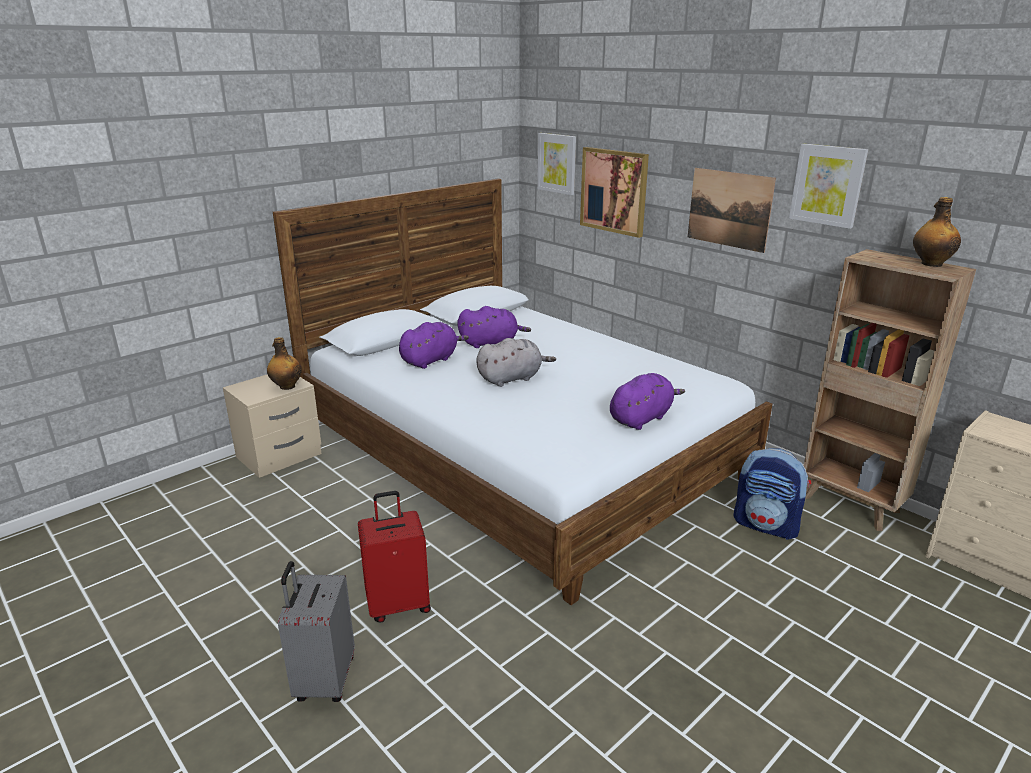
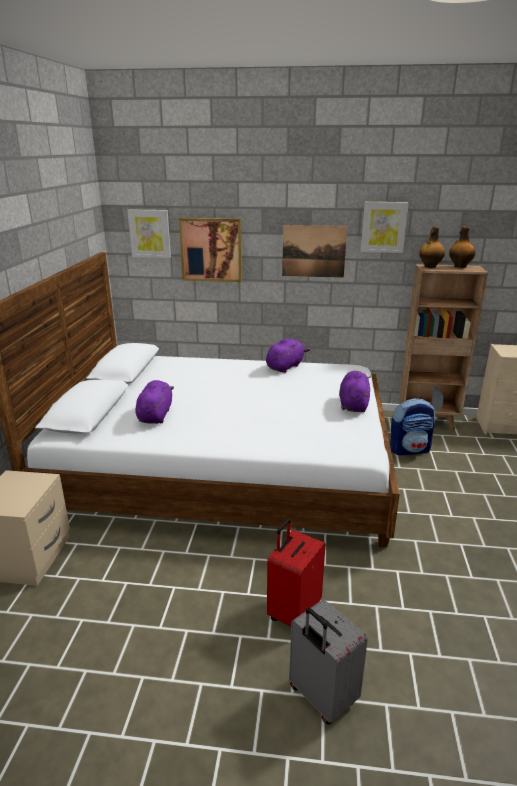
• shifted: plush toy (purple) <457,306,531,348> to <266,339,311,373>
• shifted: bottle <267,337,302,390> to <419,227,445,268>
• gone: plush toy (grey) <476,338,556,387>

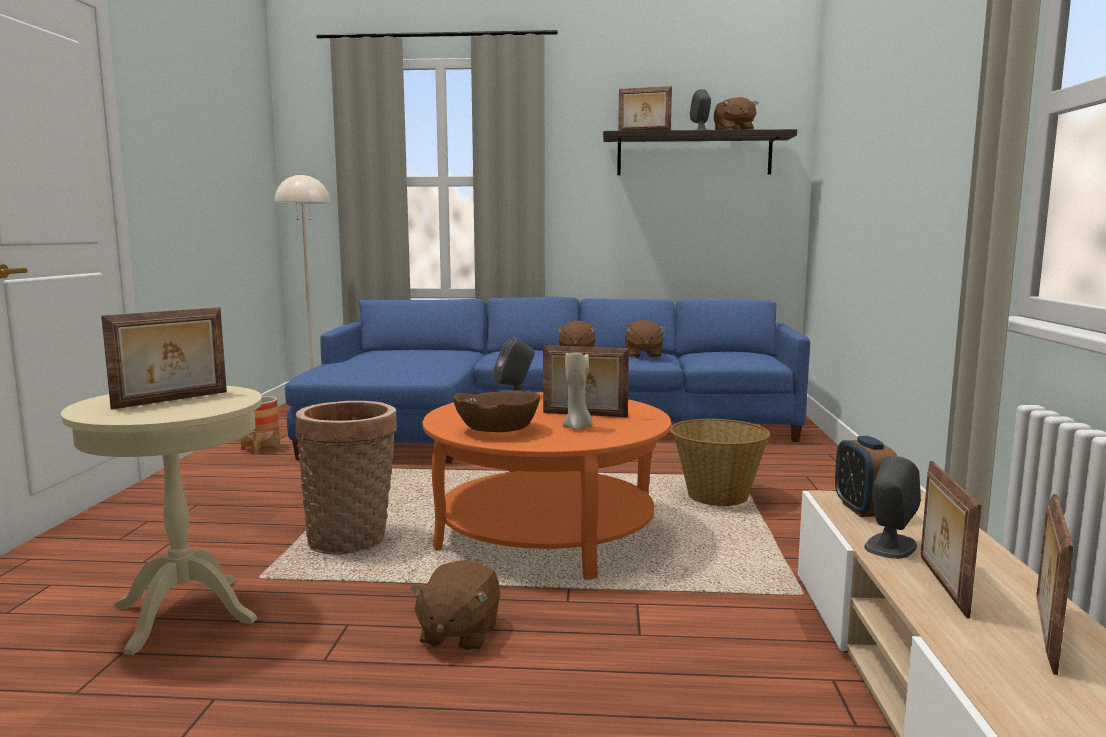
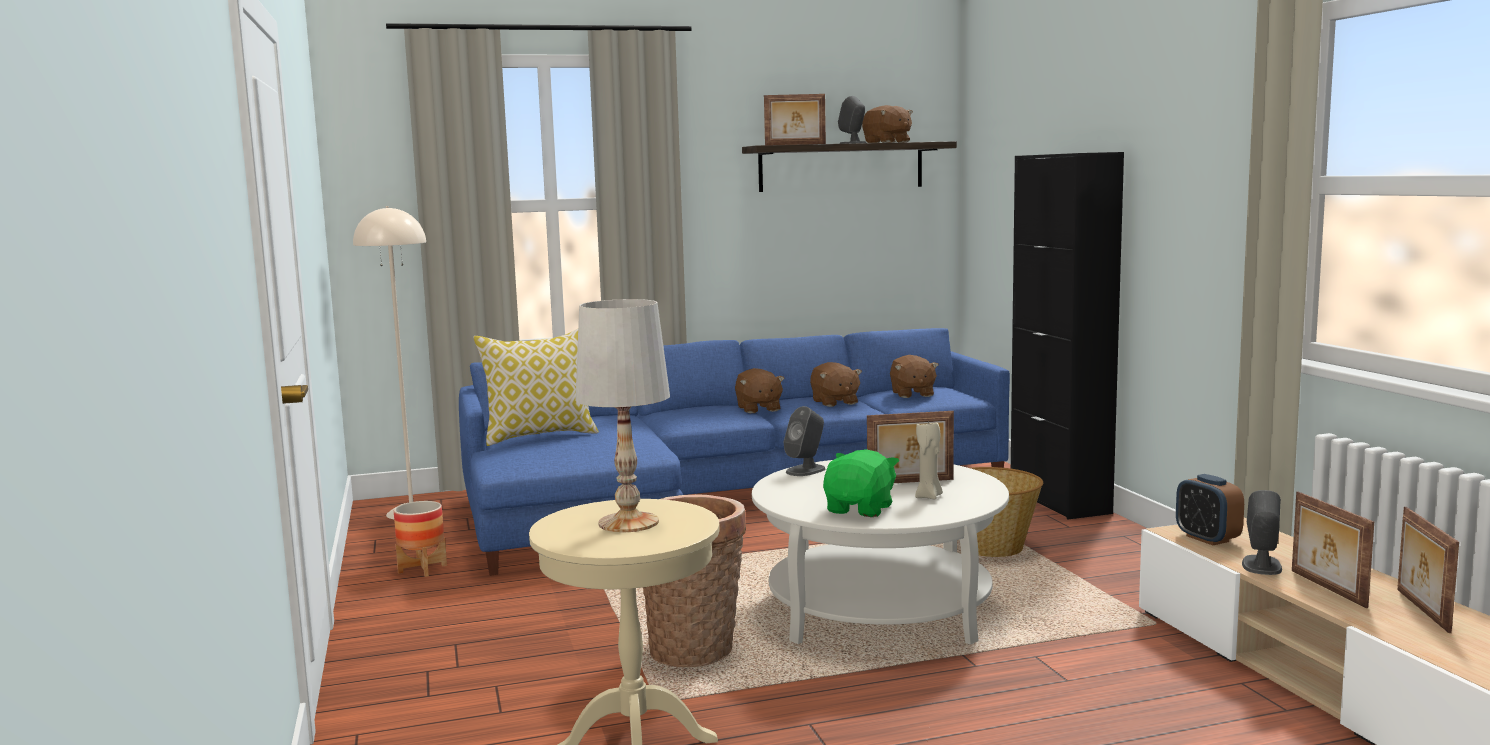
• new: pillow <473,329,599,446>
• swapped: picture frame <101,307,227,410> to table lamp (white) <575,299,670,532>
• repainted: coffee table (orange) <423,392,671,580> to coffee table (white) <752,460,1009,645>
• swapped: bowl (brown) <453,390,540,432> to plush toy (green) <823,449,899,517>
• shifted: plush toy (brown) <410,560,500,652> to <890,355,939,398>
• new: cabinet (black) <1011,152,1124,519>

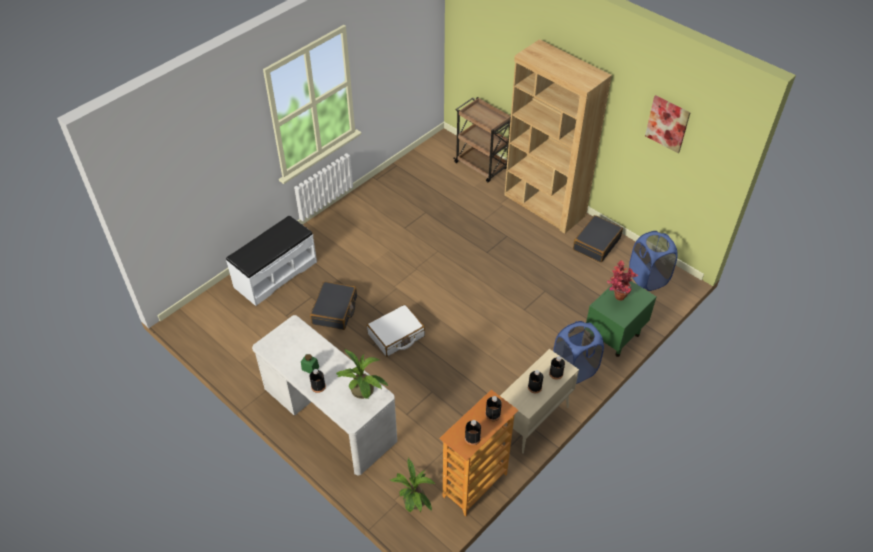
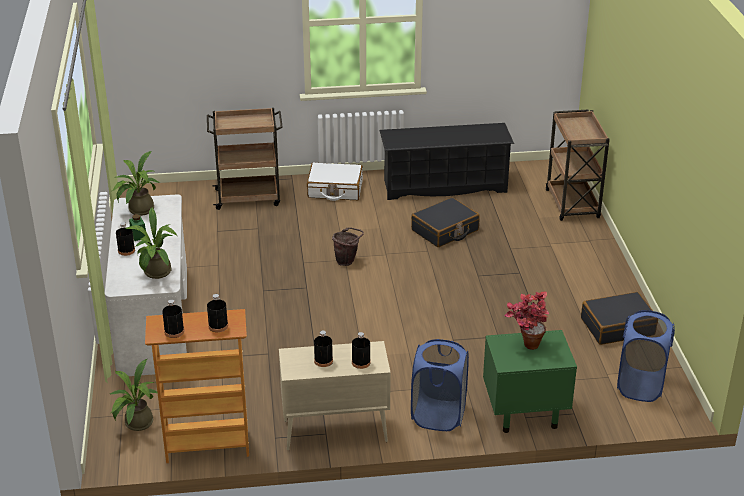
• new: potted plant <112,151,159,216>
• swapped: bench (white) <226,215,317,306> to cart (brown) <207,108,283,210>
• shifted: suitcase (white) <367,304,425,356> to <307,162,363,201>
• new: bucket (brown) <332,227,364,266>
• new: shoe rack (black) <380,123,514,200>
• shifted: suitcase (black) <310,281,357,330> to <411,197,480,247>
• gone: bookcase (brown) <504,39,612,234>
• gone: picture <645,95,691,153>

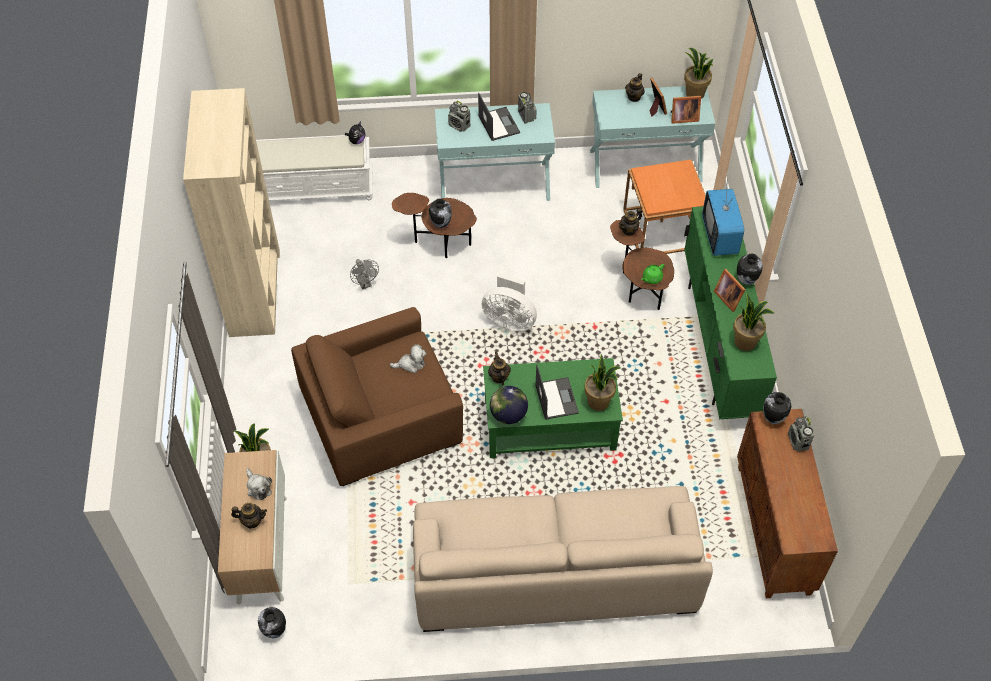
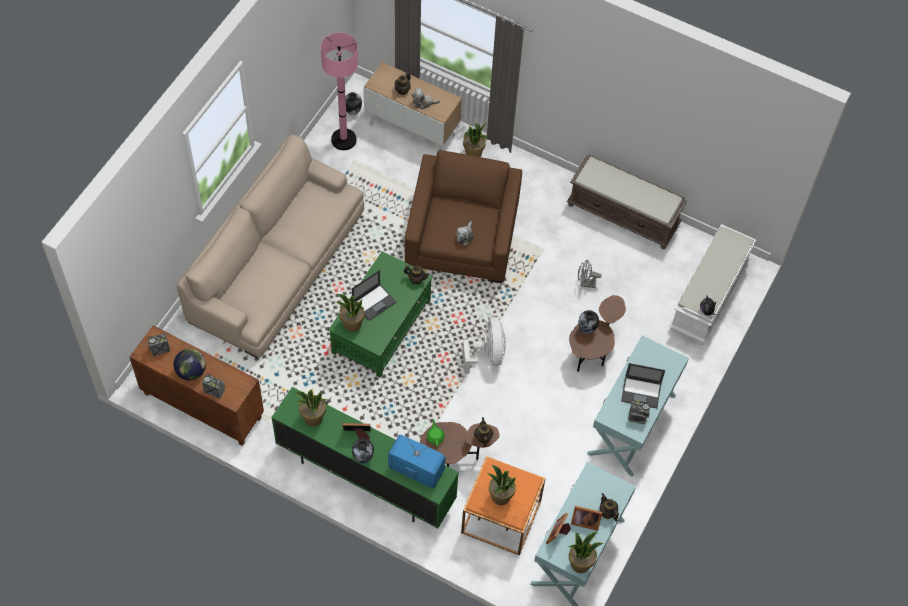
• shifted: radio <448,100,470,132> to <148,333,170,356>
• shifted: globe <490,386,528,424> to <174,349,206,380>
• new: floor lamp (pink) <321,33,358,150>
• rotated: laptop <535,364,579,420> = <352,270,396,321> 60 degrees counterclockwise
• rotated: fan (white) <482,273,537,331> = <462,317,506,374> 120 degrees clockwise
• new: potted plant <487,465,516,505>
• swapped: bookcase (beige) <183,88,280,337> to bench (brown) <567,154,687,249>
• gone: vase <763,392,792,424>

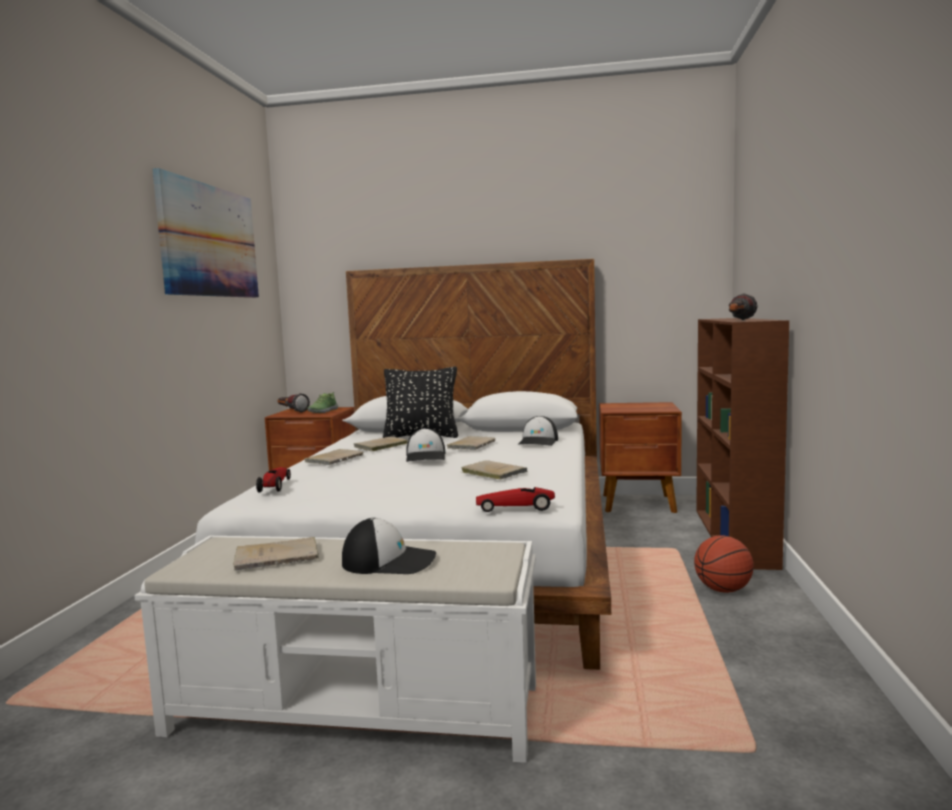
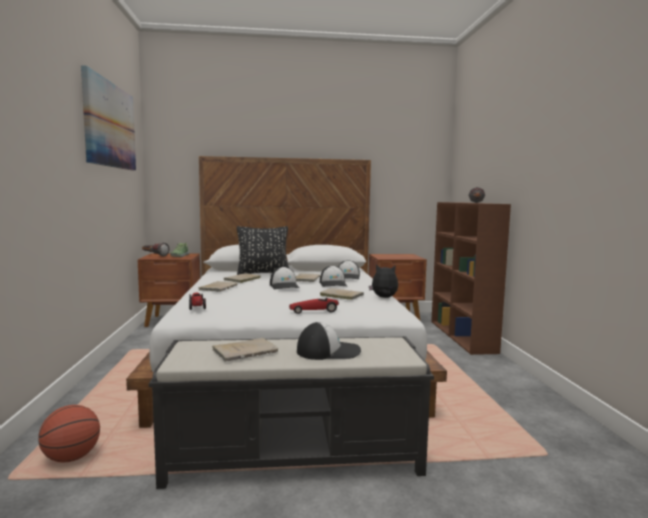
• shifted: basketball <694,536,754,593> to <38,405,100,463>
• repainted: bench (white) <134,535,536,763> to bench (black) <149,336,434,489>
• shifted: toy car <476,487,555,512> to <289,298,339,314>
• new: cap <320,265,347,287>
• new: plush toy <369,264,398,298>

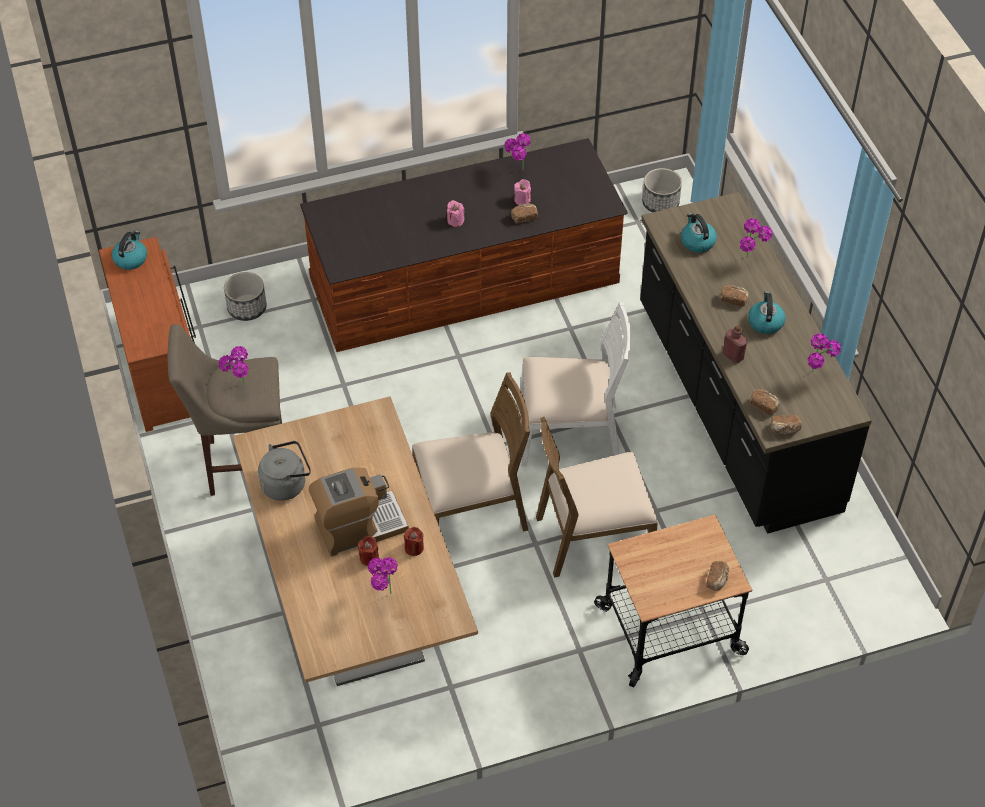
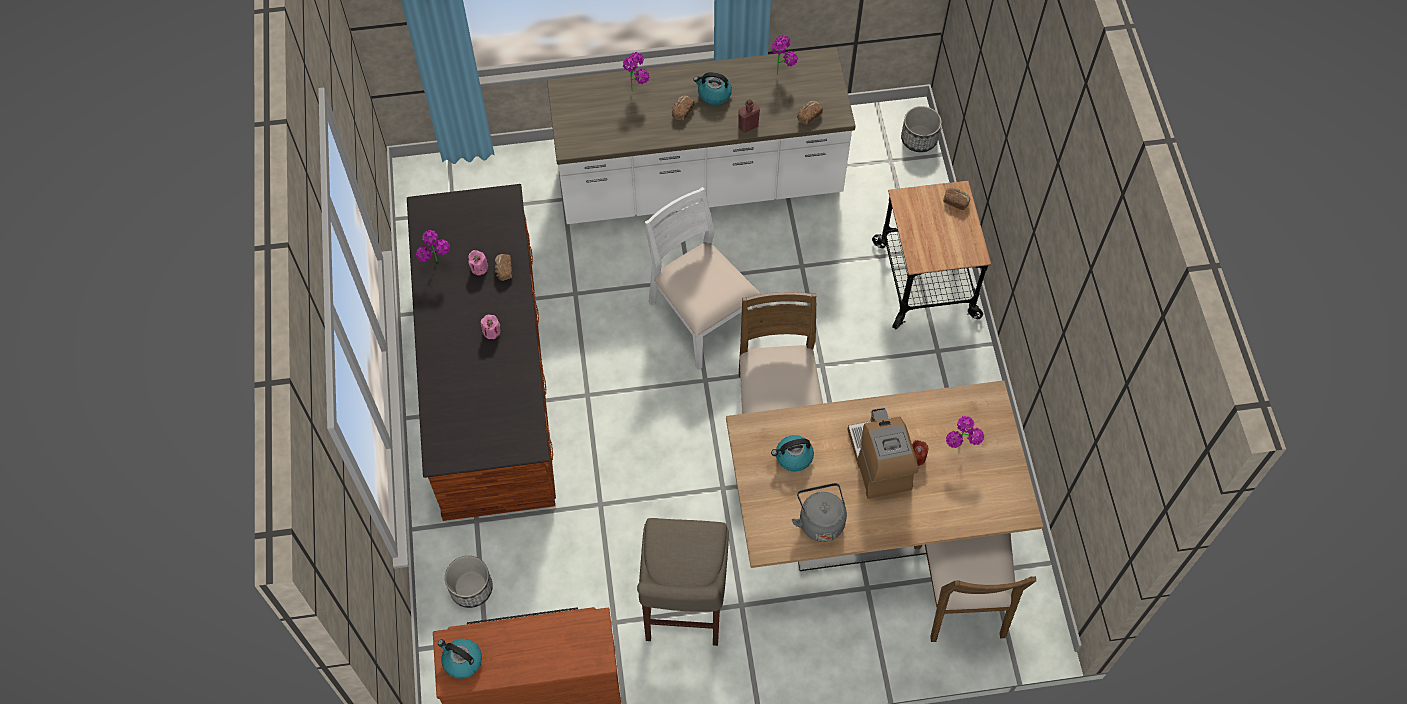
• repainted: counter (black) <640,192,872,534> to counter (white) <547,47,856,224>
• rotated: chair (white) <520,302,631,466> = <644,187,761,370> 45 degrees counterclockwise
• shifted: kettle <681,213,717,253> to <771,435,814,472>
• shifted: planter <642,168,682,212> to <901,106,942,152>
• shifted: chair (brown) <536,417,658,578> to <914,533,1036,642>
• gone: potted plant <218,346,249,384>
• gone: candle (red) <404,527,424,556>
• gone: bread <771,414,802,434>

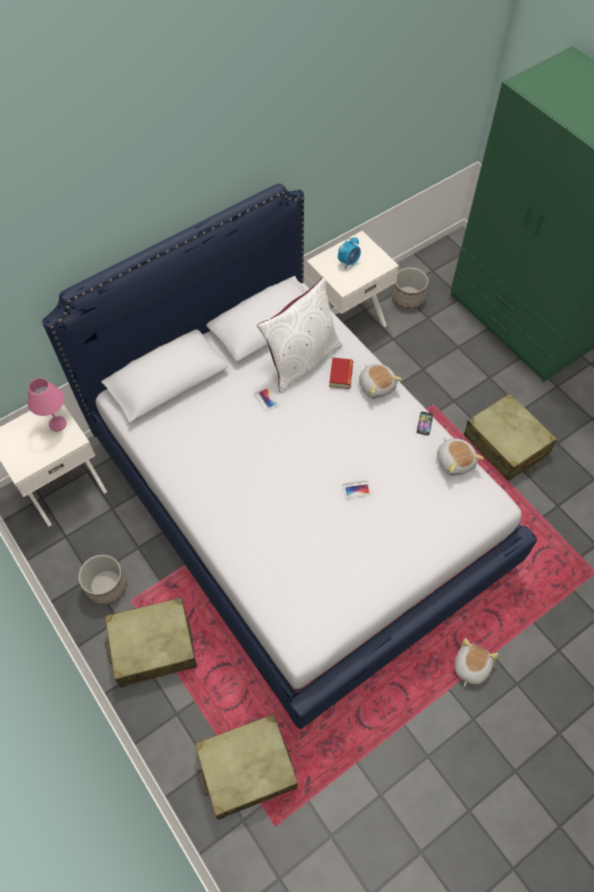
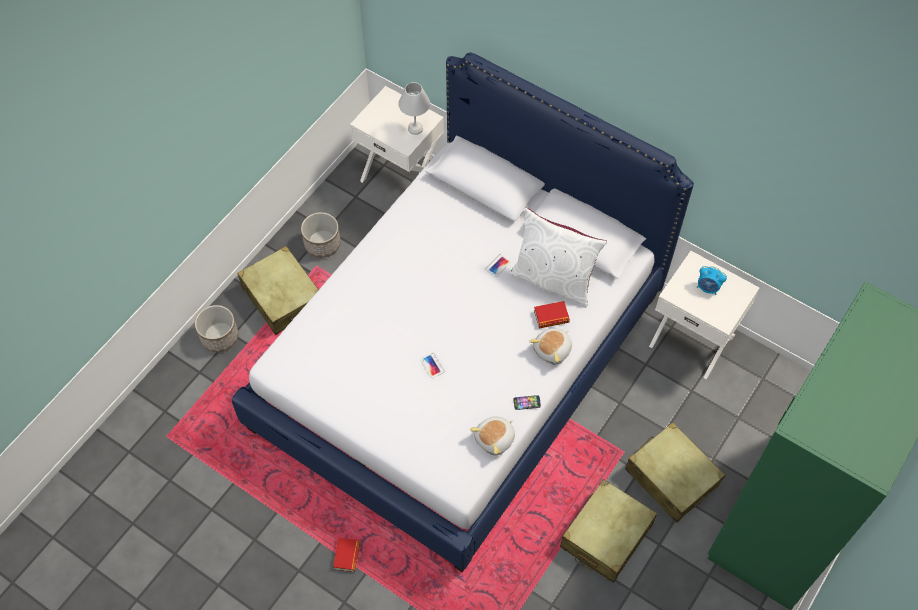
• shifted: planter <392,267,428,309> to <195,305,238,352>
• swapped: plush toy <455,638,498,687> to book <333,538,360,572>
• repainted: table lamp (pink) <28,378,66,432> to table lamp (white) <398,82,430,135>
• shifted: suitcase (beige) <195,714,298,820> to <625,422,725,523>

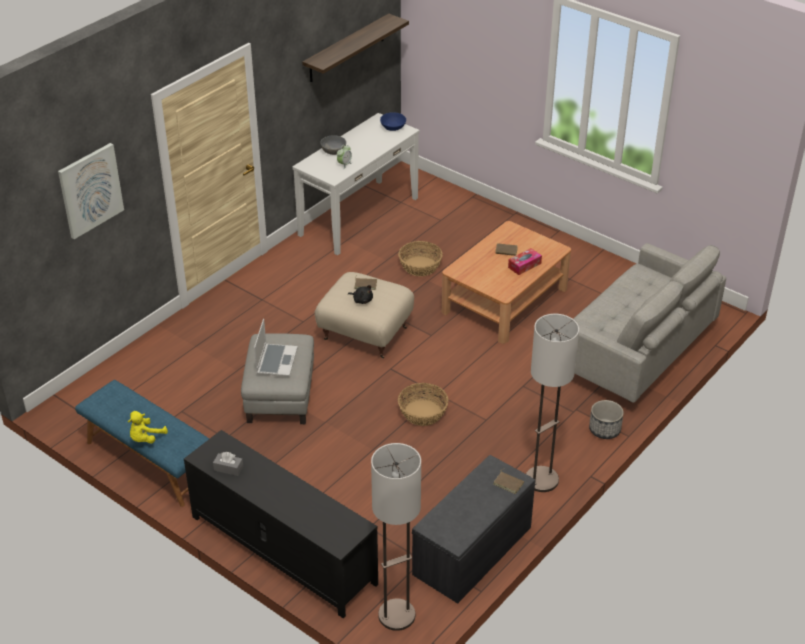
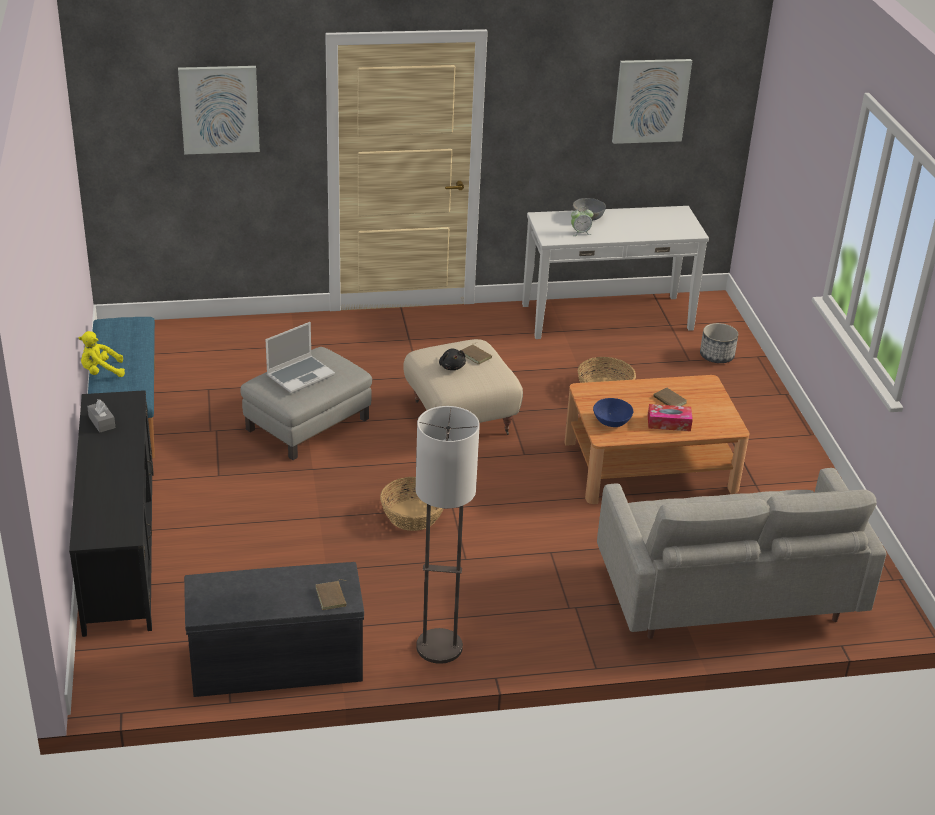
• shifted: bowl (blue) <380,112,406,131> to <593,398,633,427>
• swapped: shelf <302,13,409,82> to picture <612,59,692,144>
• shifted: planter <589,400,624,439> to <700,323,738,363>
• gone: floor lamp <371,443,421,631>

